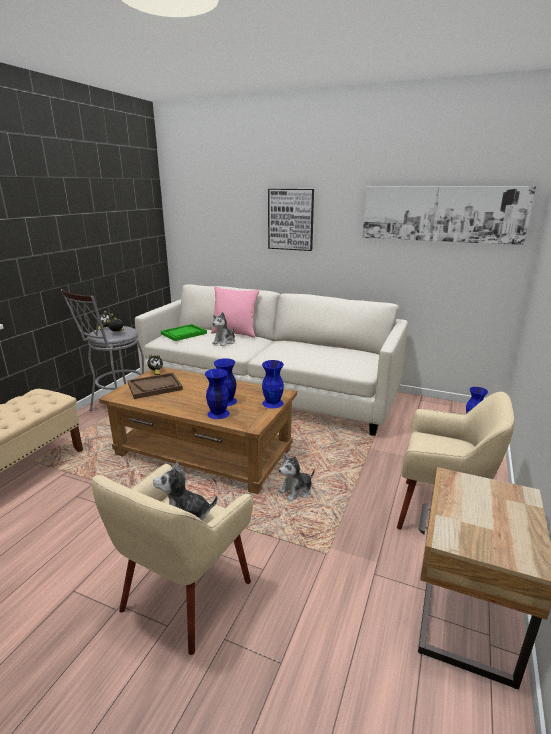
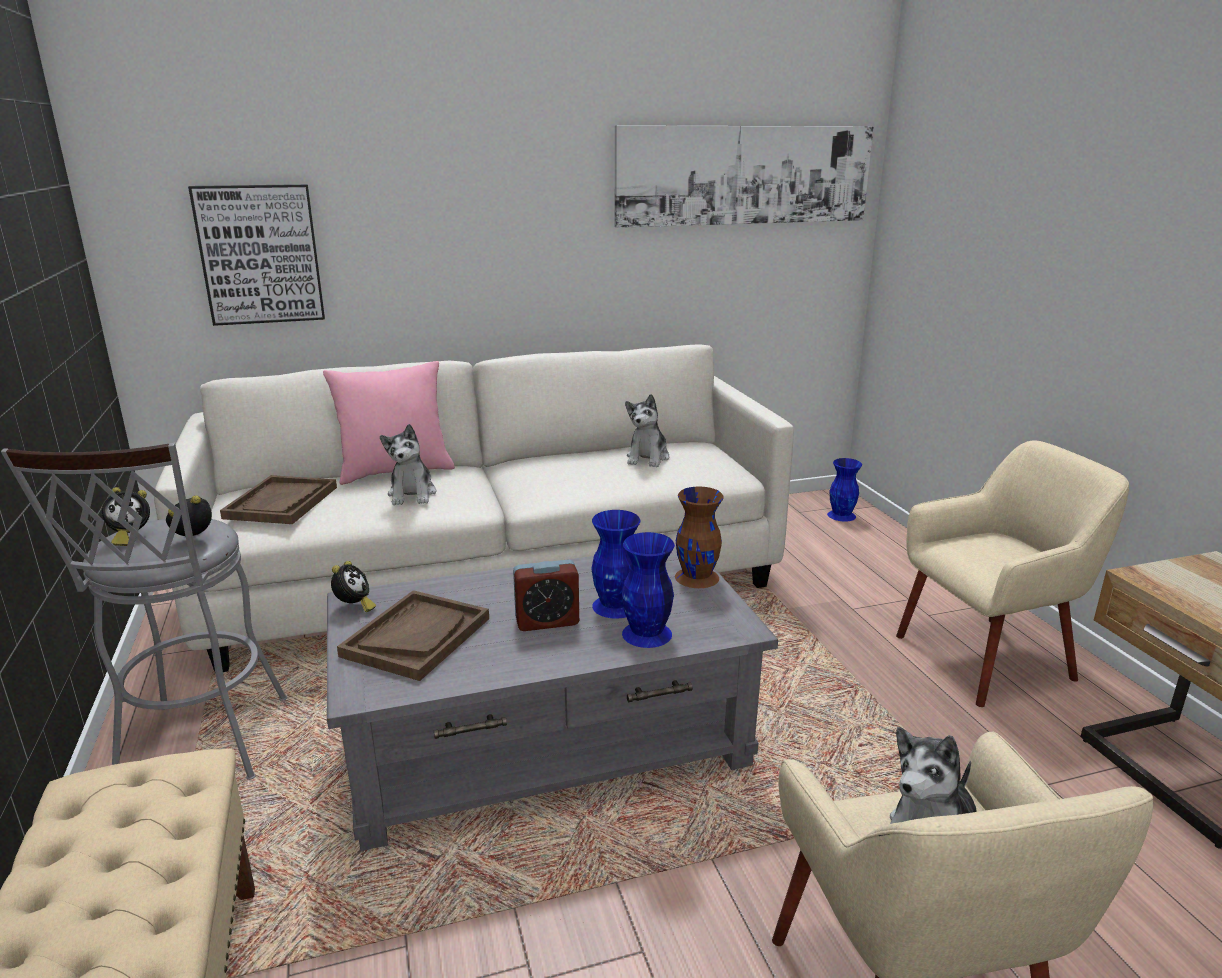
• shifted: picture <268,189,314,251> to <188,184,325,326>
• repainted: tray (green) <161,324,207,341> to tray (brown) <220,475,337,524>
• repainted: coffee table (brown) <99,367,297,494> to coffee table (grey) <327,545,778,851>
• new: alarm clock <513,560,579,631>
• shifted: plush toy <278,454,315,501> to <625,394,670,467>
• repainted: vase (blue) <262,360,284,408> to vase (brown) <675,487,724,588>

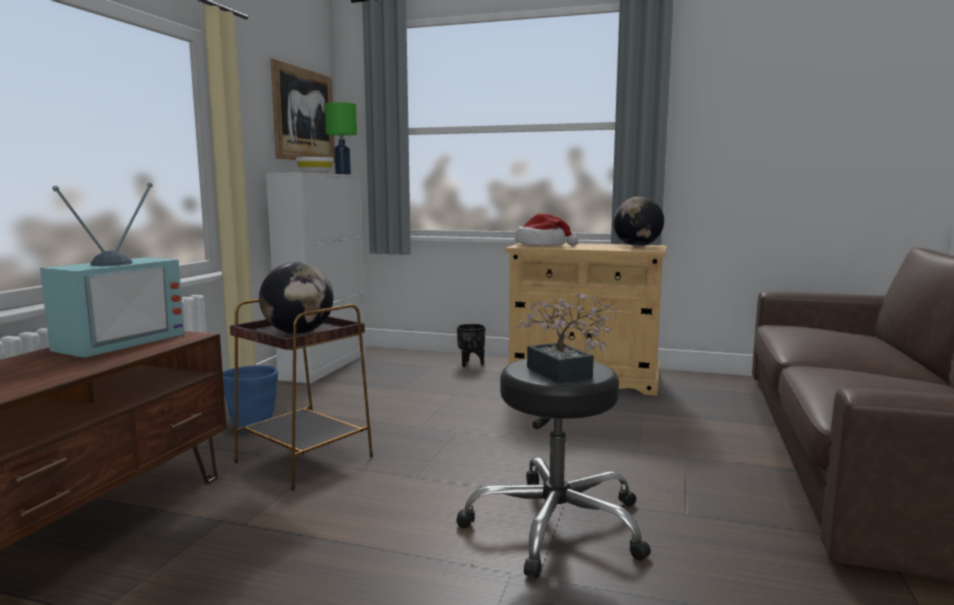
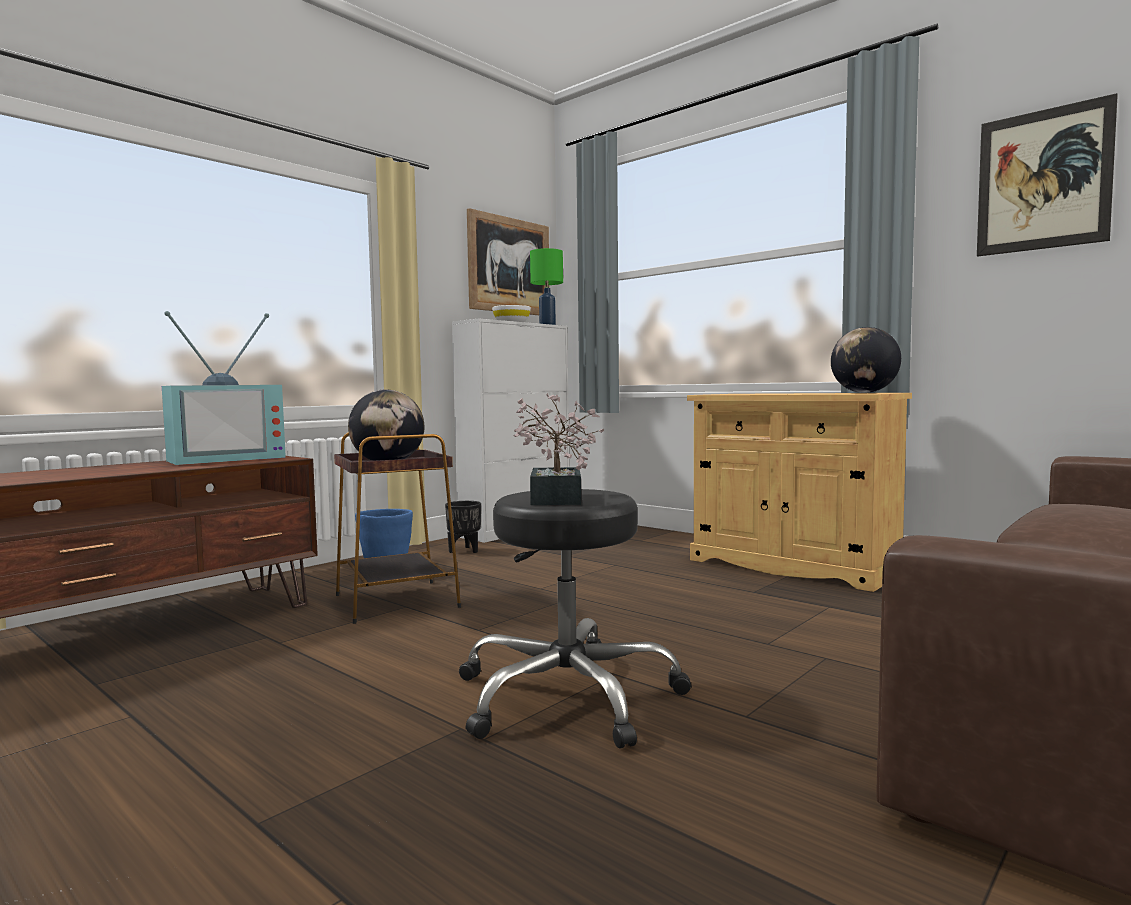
• shifted: planter (black) <457,324,486,367> to <445,501,481,553>
• new: picture <977,93,1118,257>
• gone: hat <515,213,578,246>

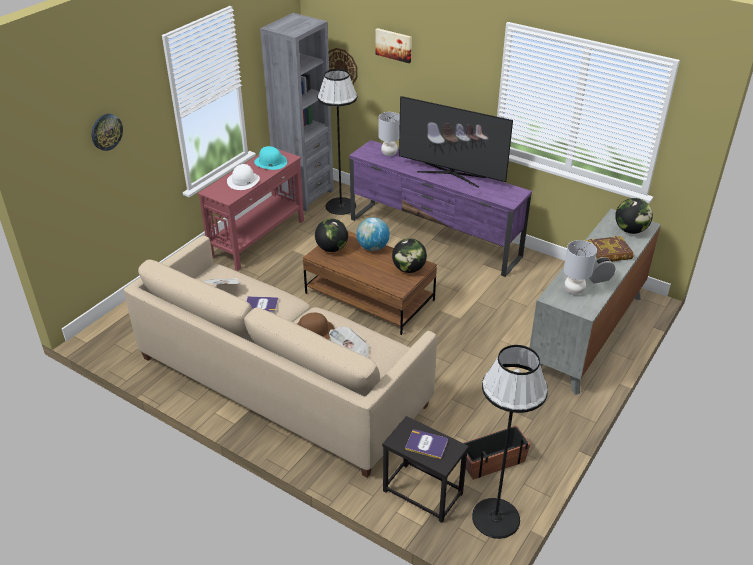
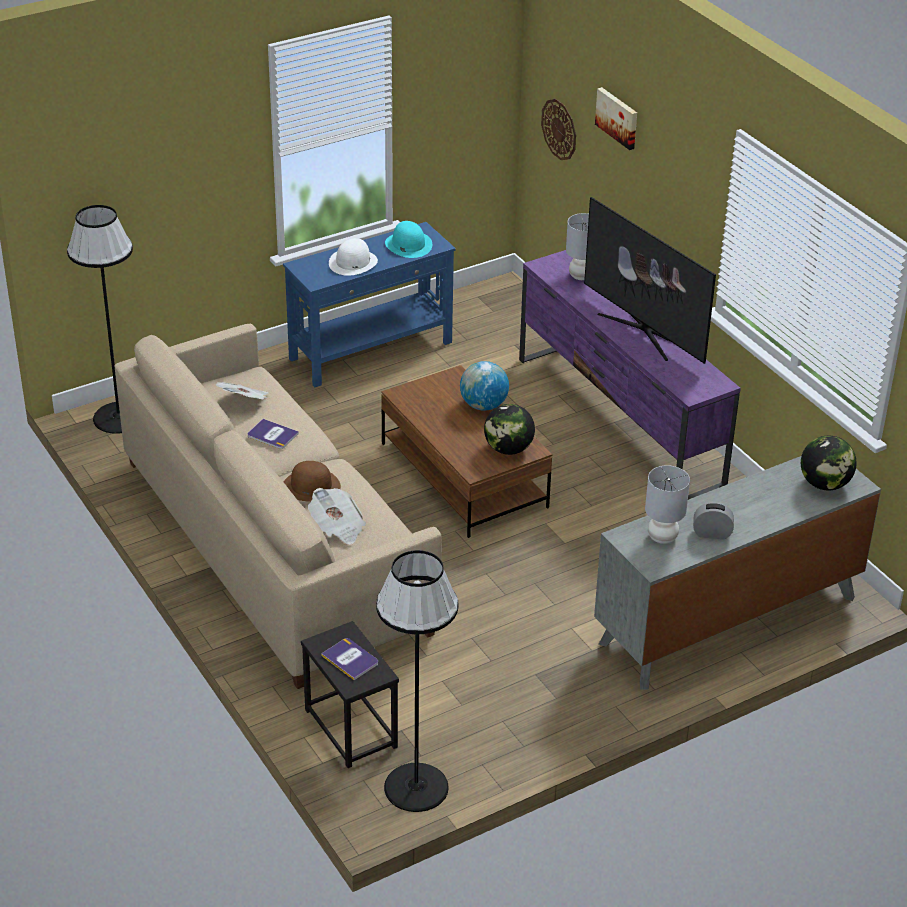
• shifted: floor lamp (black) <318,69,357,215> to <67,205,133,434>
• repainted: console table (red) <197,149,304,271> to console table (blue) <283,222,456,387>
• gone: wall clock <92,114,123,151>
• gone: bookcase (grey) <260,13,334,211>
• gone: globe <315,219,348,252>
• gone: planter <464,425,530,480>
• gone: book <585,236,634,262>

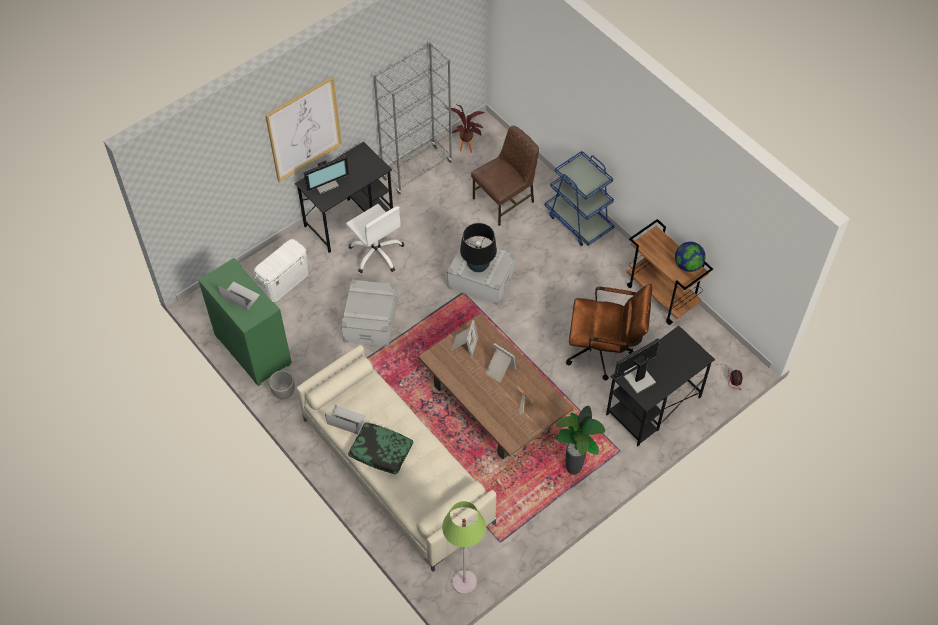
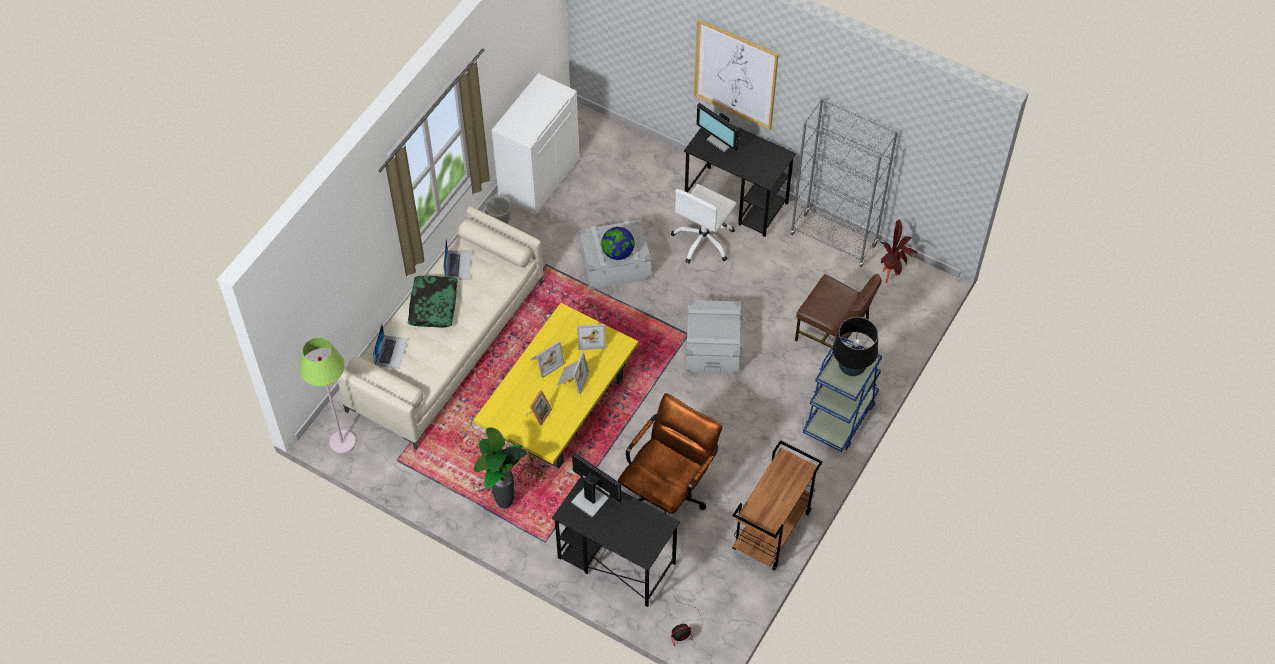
• shifted: laptop <217,281,260,311> to <373,324,408,369>
• repainted: coffee table (brown) <418,313,573,460> to coffee table (yellow) <474,303,638,468>
• repainted: cabinet (green) <198,258,292,386> to cabinet (white) <492,73,580,215>
• new: picture frame <530,341,565,378>
• shifted: globe <675,242,706,272> to <601,227,634,260>
• rotated: office chair (brown) <566,284,652,380> = <618,393,722,514> 135 degrees counterclockwise
• shifted: table lamp (black) <460,223,497,272> to <833,317,878,376>
• gone: storage box (white) <254,239,308,302>

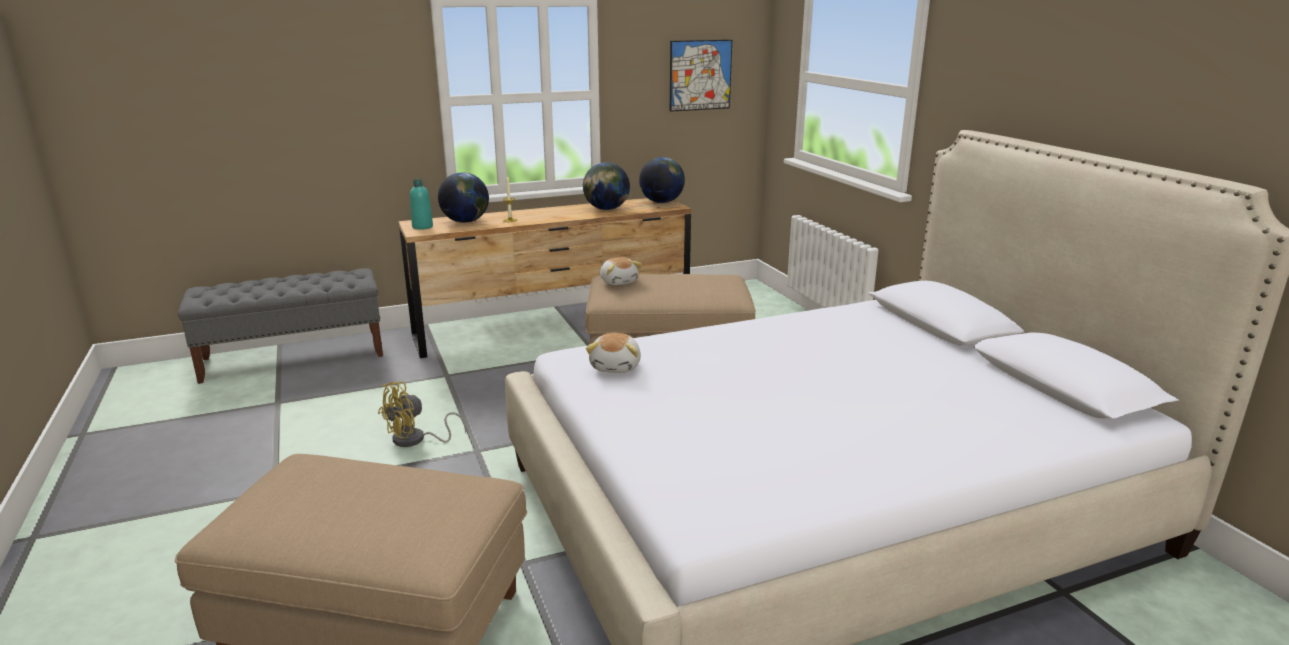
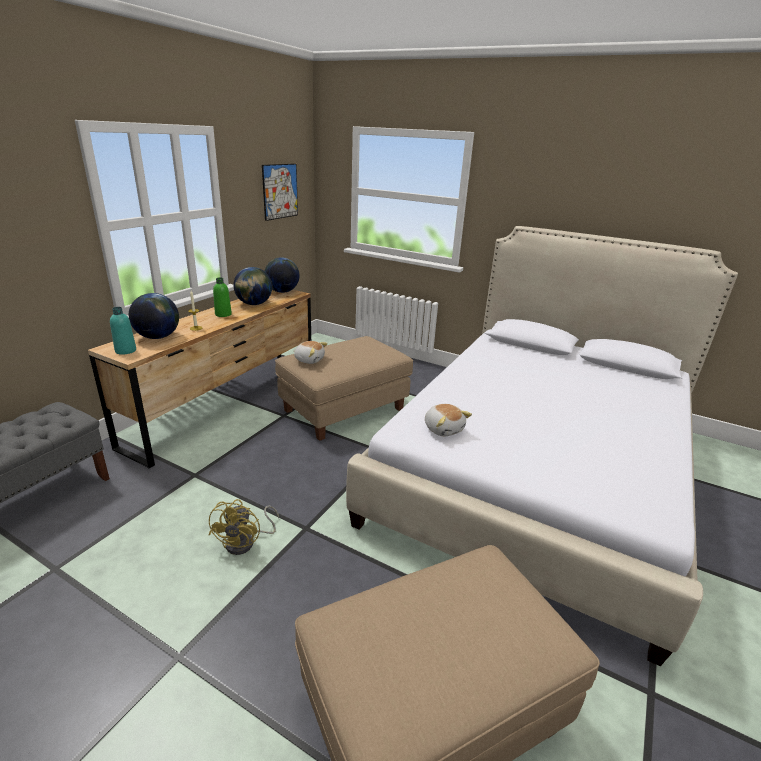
• new: bottle (green) <213,277,232,317>

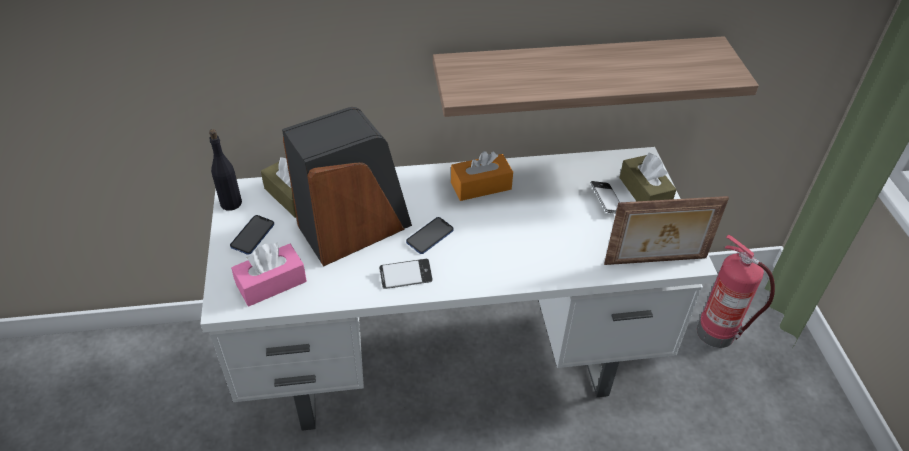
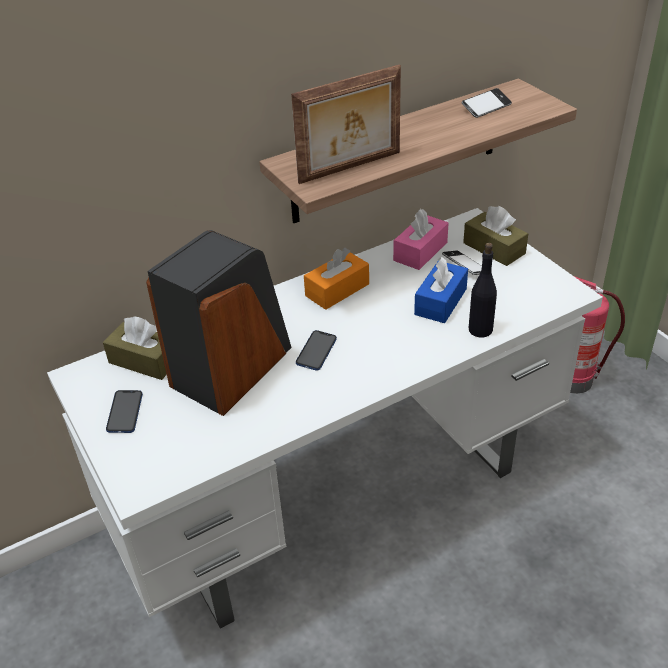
• shifted: picture frame <604,196,729,265> to <291,64,401,184>
• shifted: tissue box (pink) <231,242,307,306> to <393,209,449,270>
• new: tissue box (blue) <414,257,468,323>
• shifted: phone <379,259,433,289> to <462,88,512,118>
• shifted: bottle (black) <209,129,242,211> to <469,243,497,338>

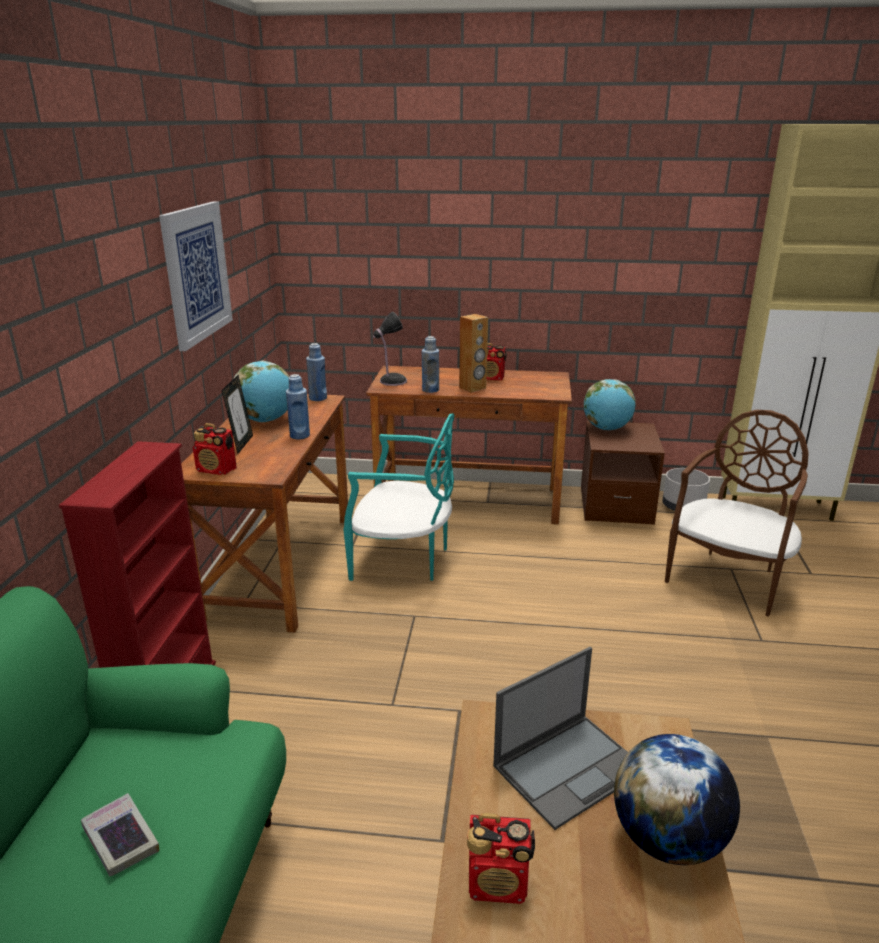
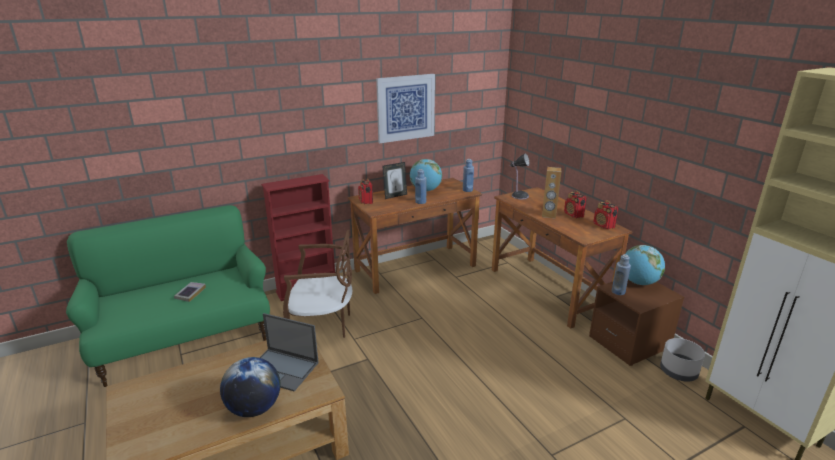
• shifted: chair (brown) <665,410,809,617> to <283,230,352,338>
• shifted: radio <467,813,535,904> to <594,200,619,229>
• shifted: bottle (blue) <422,336,439,393> to <612,254,631,295>
• gone: chair (turquoise) <343,414,455,581>

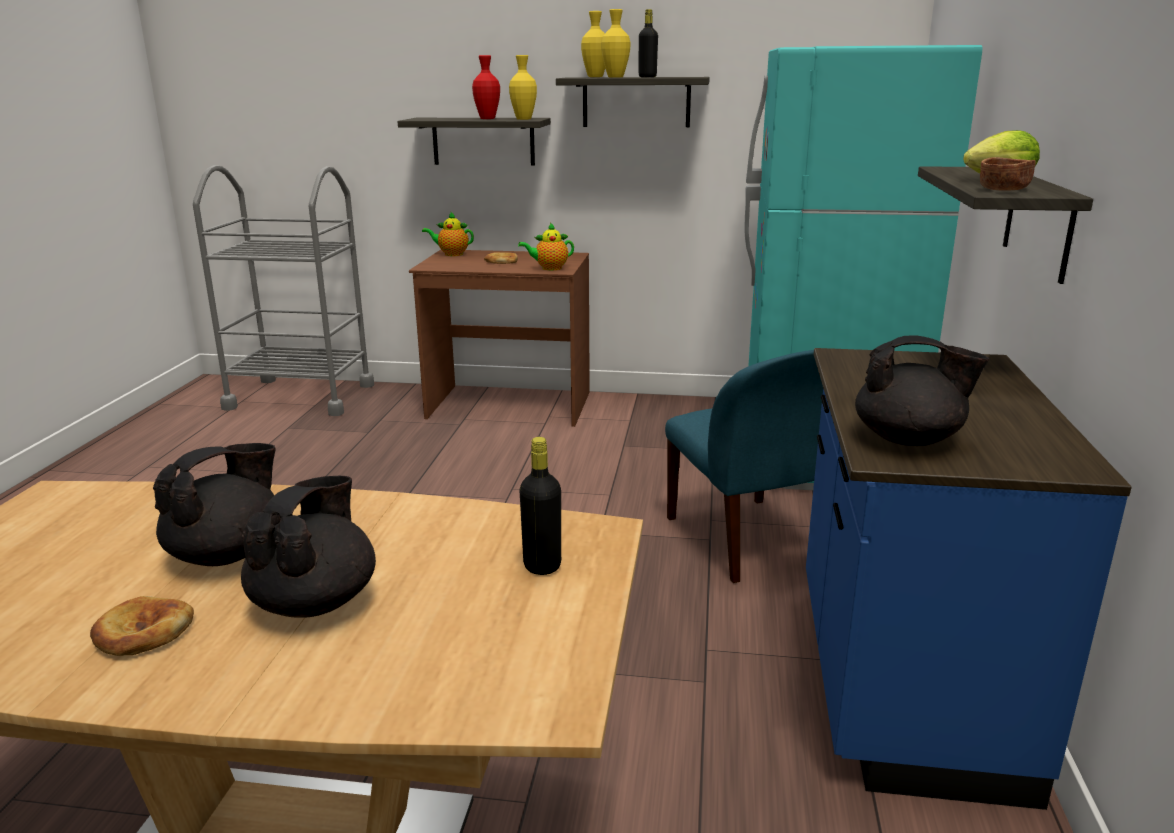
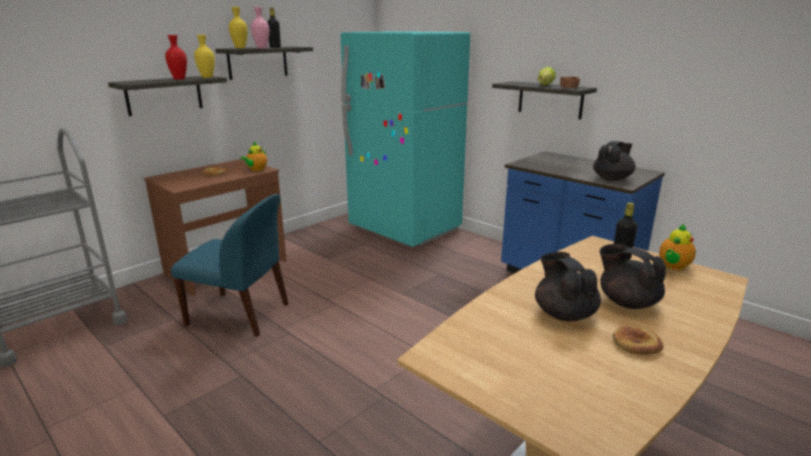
• shifted: chair (blue) <665,350,823,583> to <171,194,289,336>
• repainted: vase (yellow) <601,9,630,78> to vase (pink) <251,7,269,48>
• shifted: teapot <422,211,474,256> to <659,224,696,270>

